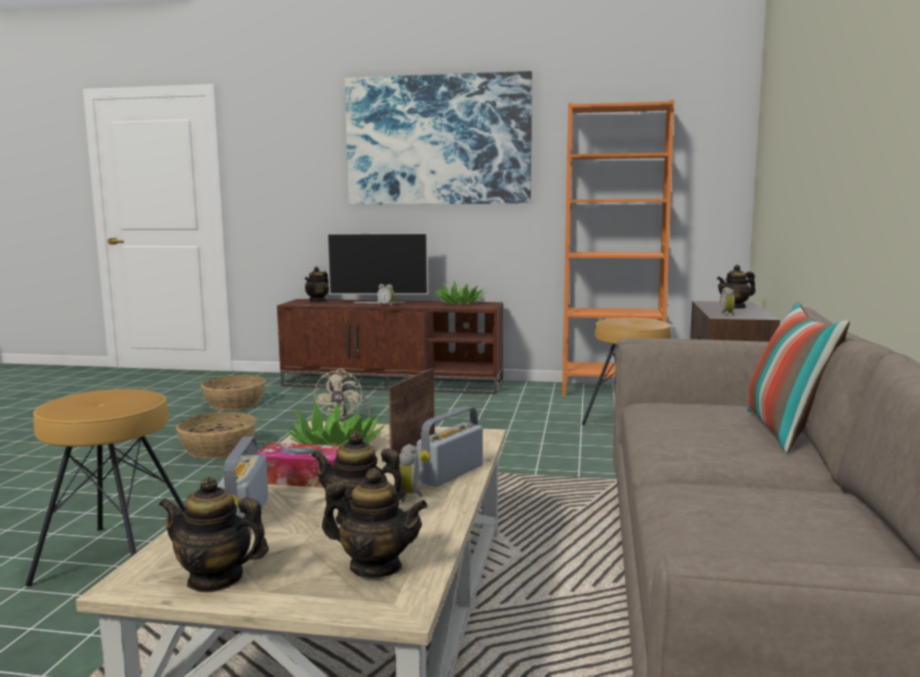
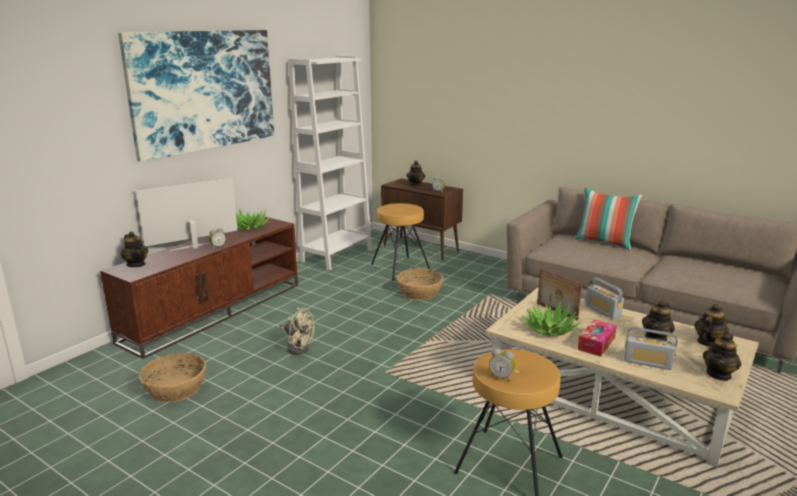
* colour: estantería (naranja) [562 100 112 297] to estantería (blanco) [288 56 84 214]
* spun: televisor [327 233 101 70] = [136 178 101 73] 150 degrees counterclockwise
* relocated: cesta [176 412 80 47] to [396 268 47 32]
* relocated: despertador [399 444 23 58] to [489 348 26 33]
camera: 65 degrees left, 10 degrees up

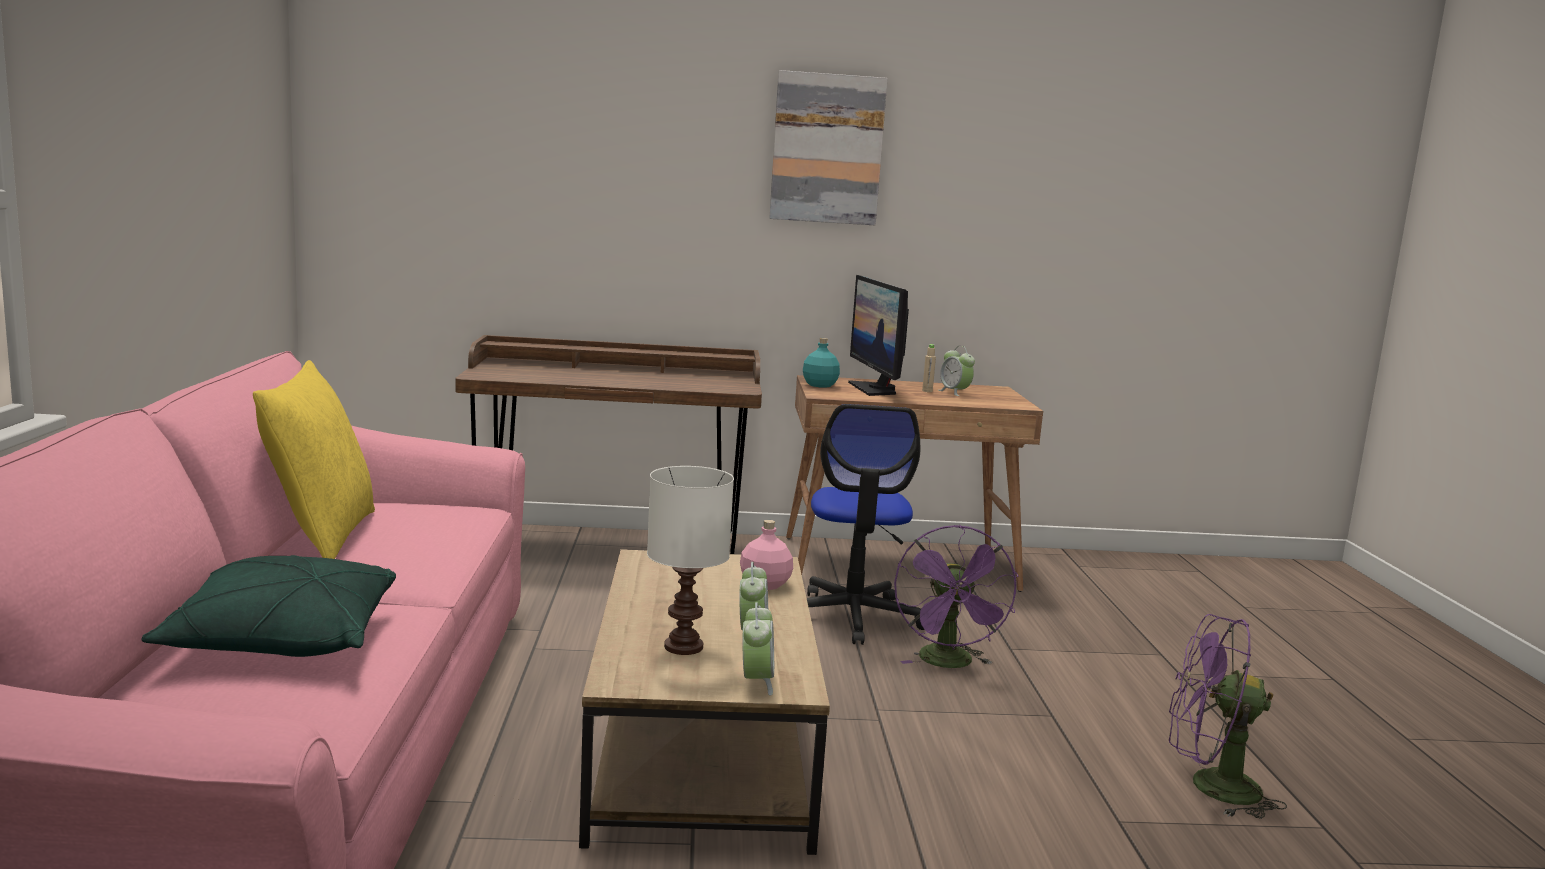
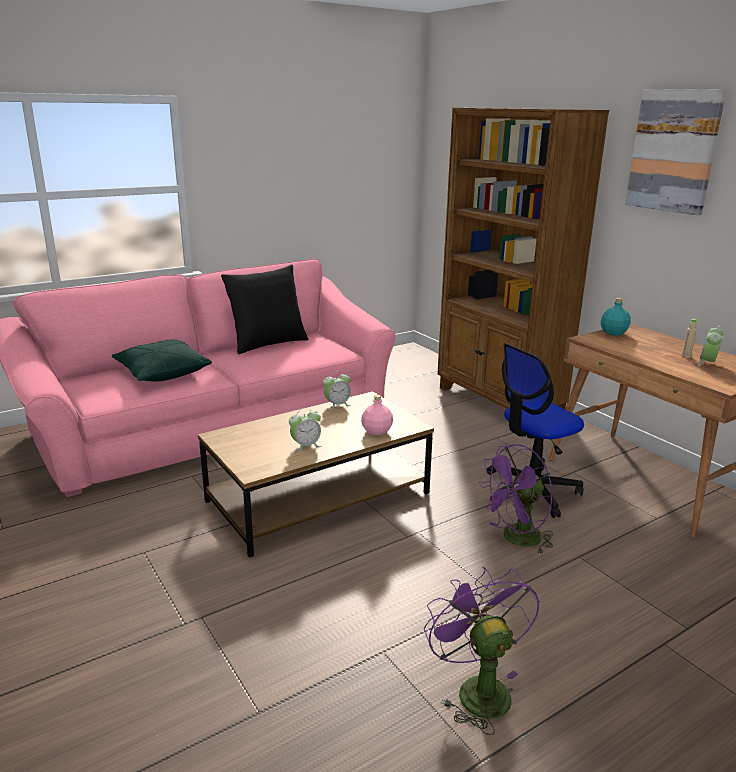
* missing: monitor [848 275 61 121]
* exchanged: escritorio (marrón) [455 335 307 219] to estantería (marrón) [437 108 172 301]
* colour: cojín (amarillo) [253 360 122 199] to cojín (negro) [221 265 88 89]
* missing: lámpara de mesa (blanco) [647 466 87 189]
* relocated: despertador [743 602 31 94] to [323 371 28 39]
camera: 60 degrees right, 10 degrees up

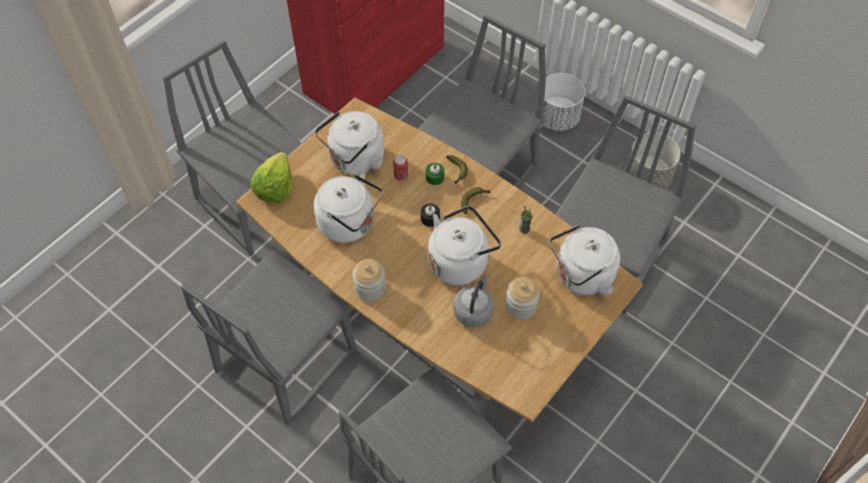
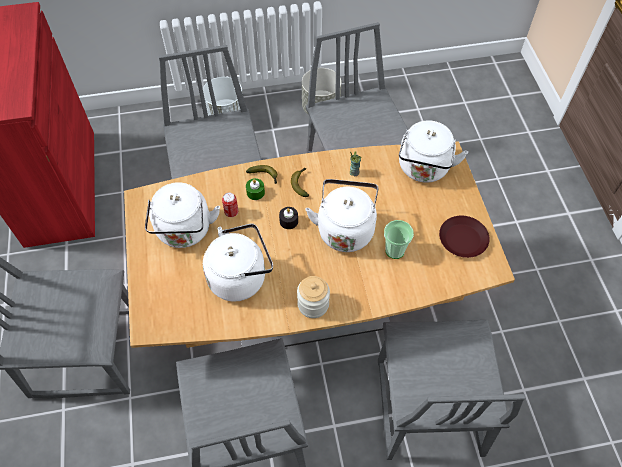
* missing: lechuga [250 152 42 51]
* exchanged: hervidor (gris) [453 275 41 52] to taza [384 220 30 39]
* missing: tarro [505 277 35 43]
* appeared: plato (marrón) [439 216 51 42]
camera: 50 degrees left, 0 degrees up

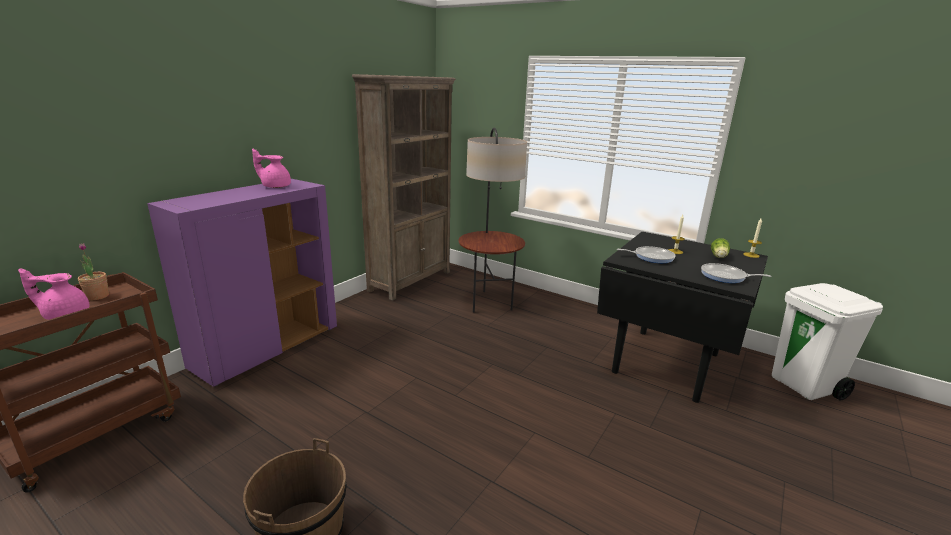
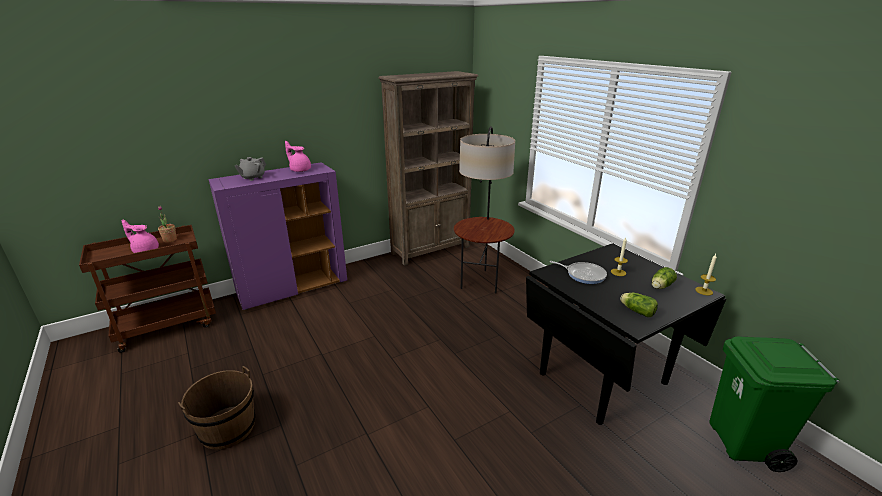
* exchanged: sartén [701 263 70 20] to lechuga [620 293 38 24]
* colour: papelera (blanco) [772 283 111 117] to papelera (verde) [709 336 131 136]
* appeared: tetera (gris) [235 157 31 24]
camera: 25 degrees right, 5 degrees up

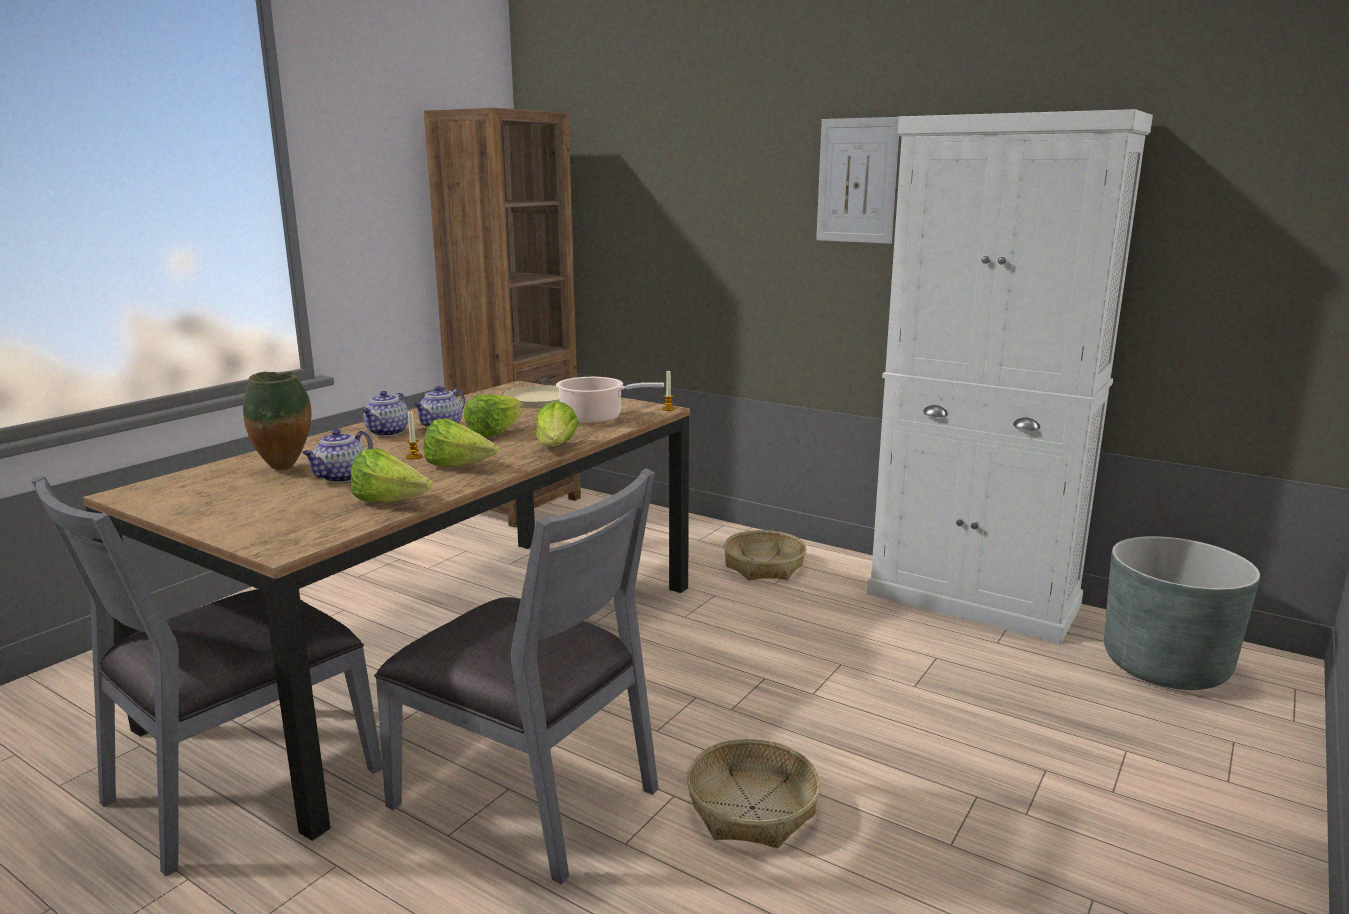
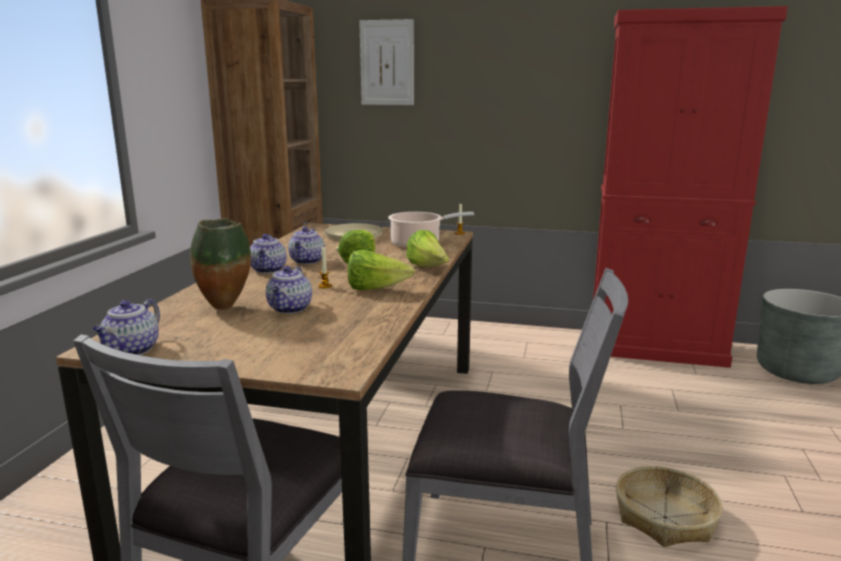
* colour: armario (blanco) [867 109 286 535] to armario (rojo) [593 6 195 362]
* relocated: cuadro [816 117 83 127] to [359 19 55 86]
* missing: lechuga [350 448 83 54]
* missing: cesta [724 530 82 50]
* appeared: tetera [92 299 68 56]
camera: 20 degrees left, 0 degrees up

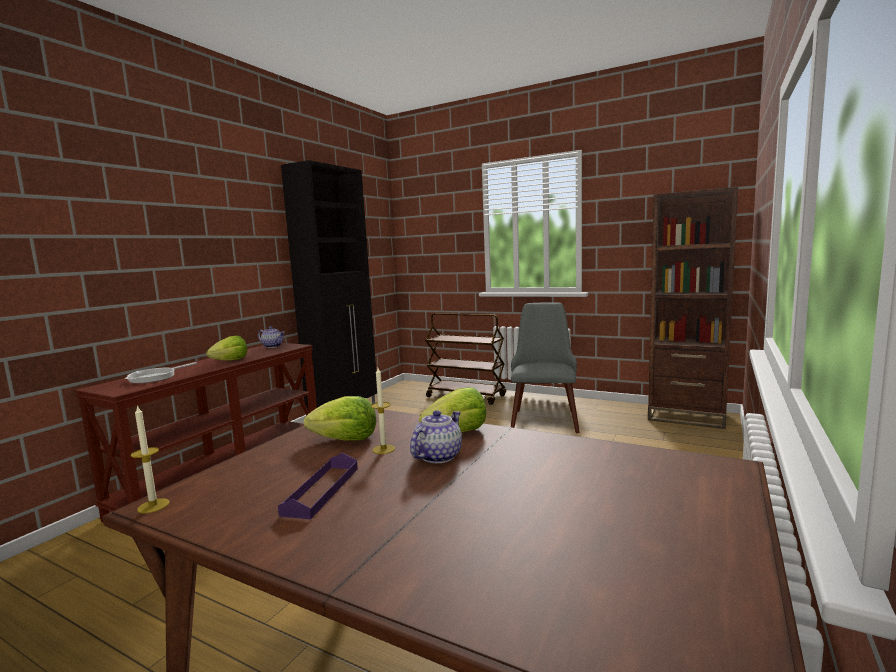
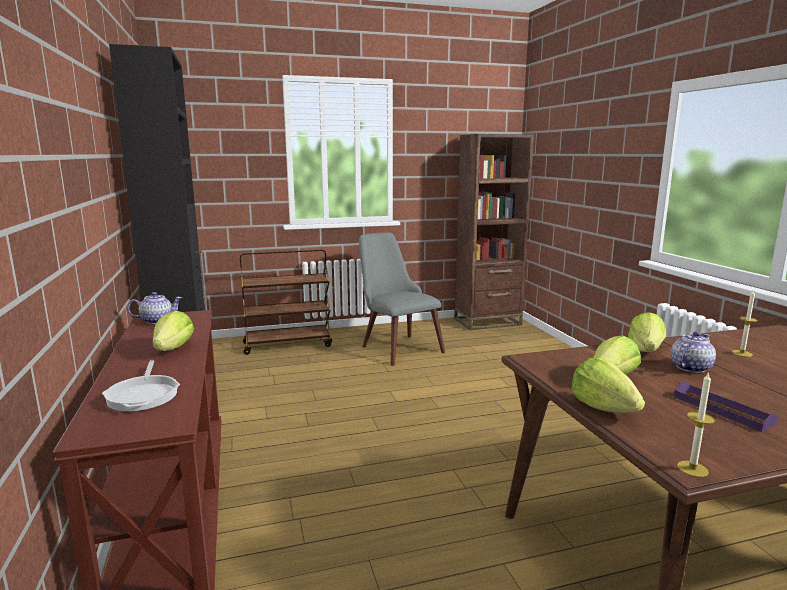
* relocated: vela [371 368 24 86] to [732 289 25 68]
* spun: tetera [410 410 52 53] = [671 331 45 42] 60 degrees clockwise
* appeared: lechuga [572 358 73 55]
camera: 45 degrees left, 5 degrees up

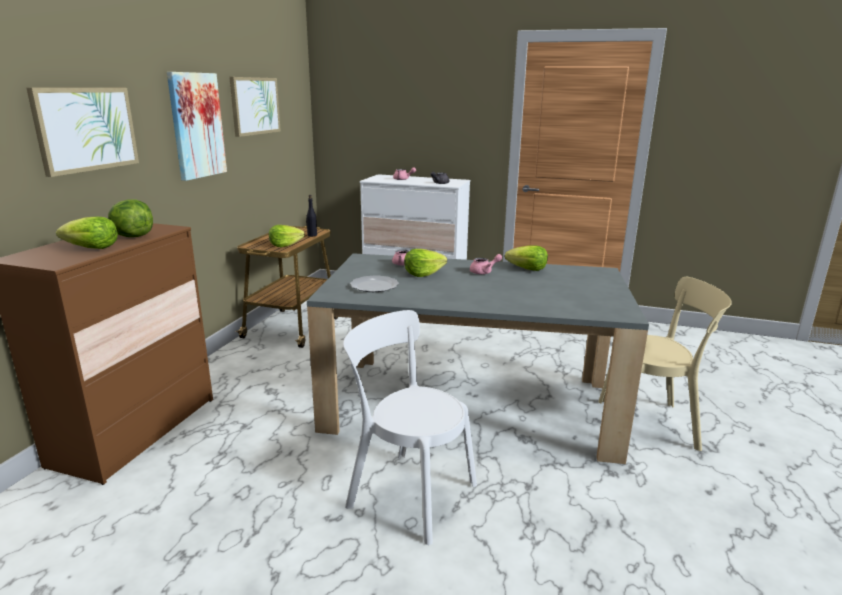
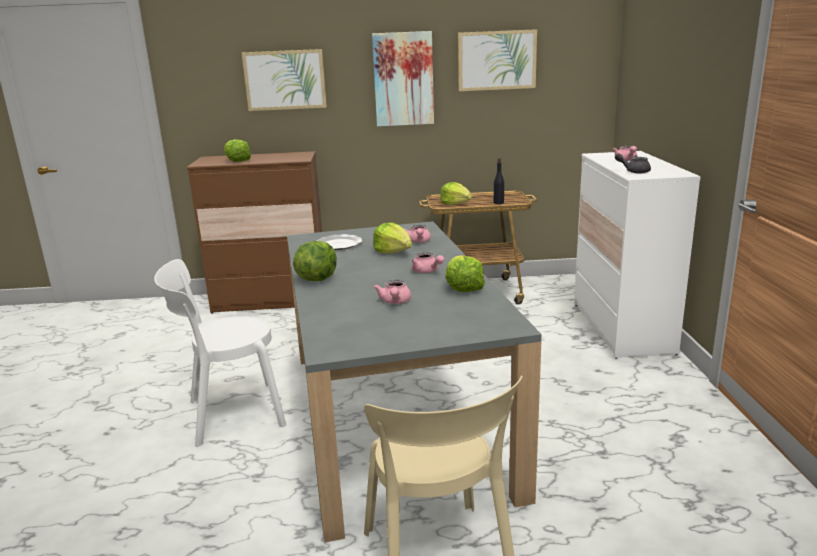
* relocated: lechuga [108 199 45 38] to [293 241 44 40]
* spun: silla (blanco) [343 310 134 235] = [154 259 132 188] 120 degrees counterclockwise
* appeared: tetera (rosa) [374 280 37 24]
camera: 70 degrees right, 0 degrees up

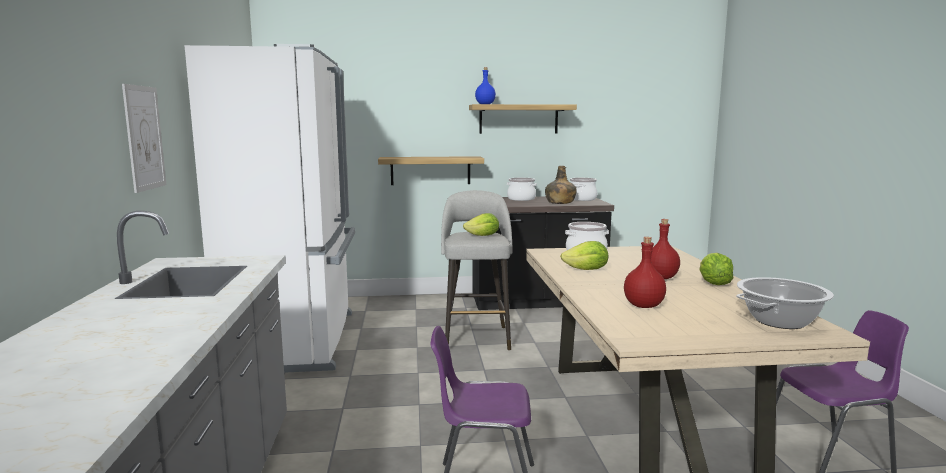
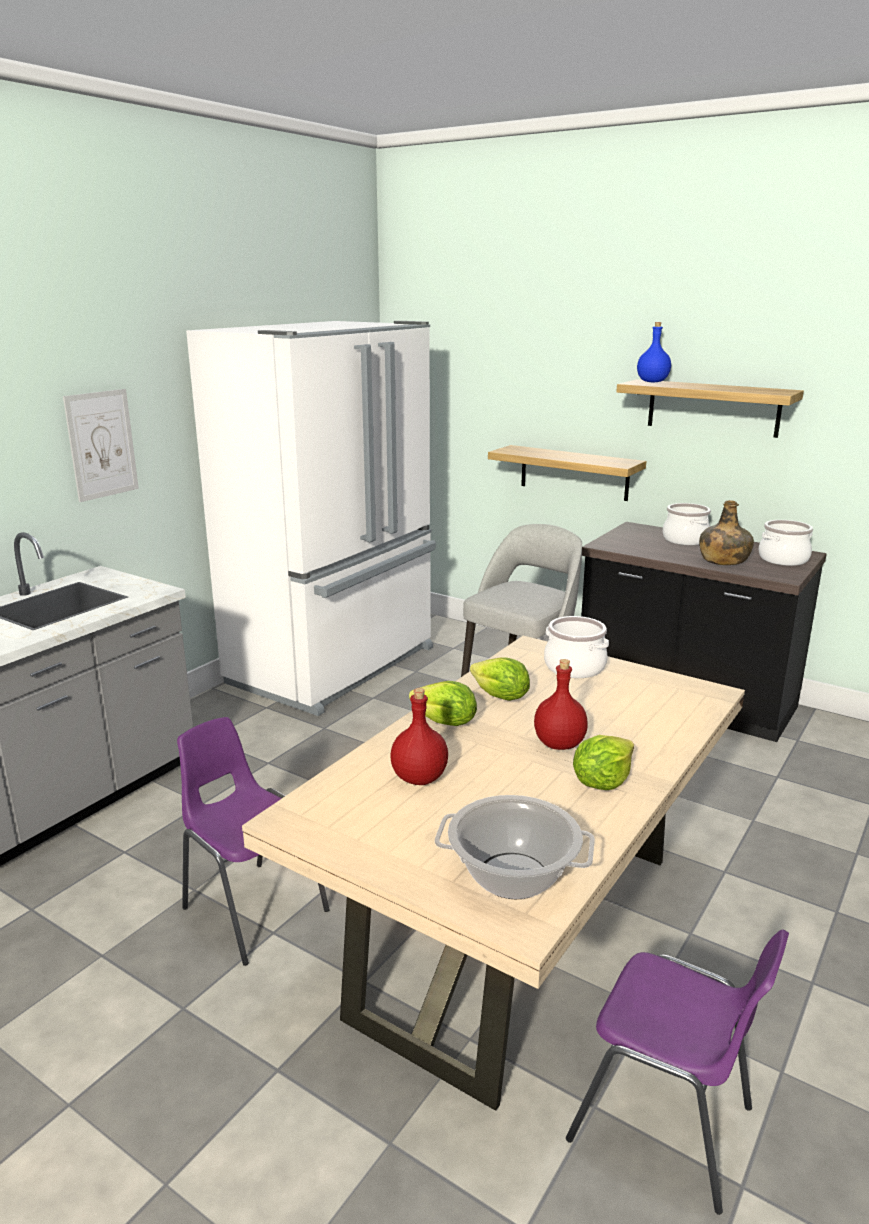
* relocated: lechuga [463 213 36 23] to [409 681 68 45]
camera: 40 degrees right, 10 degrees up

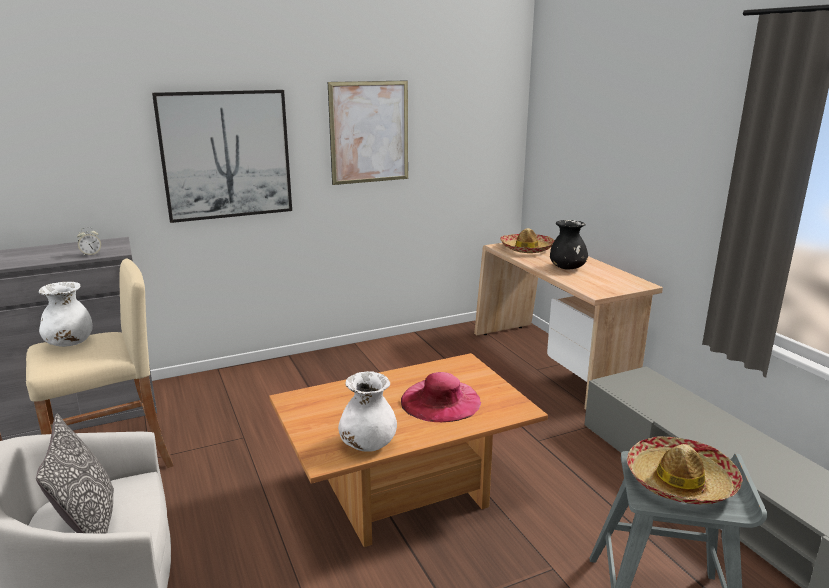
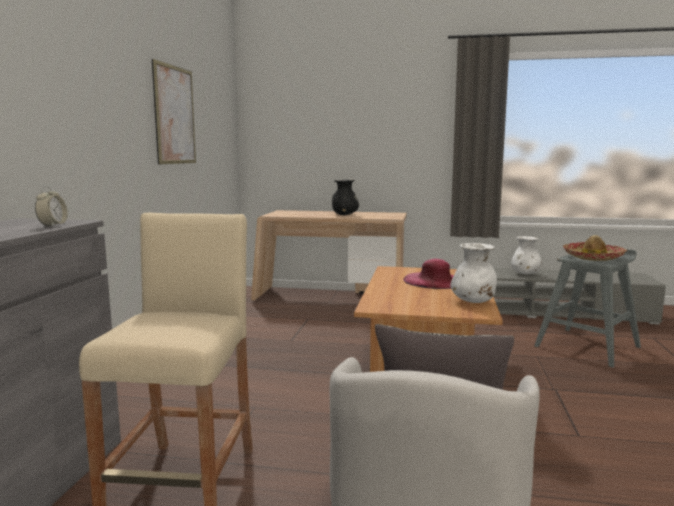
* missing: cuadro [152 90 140 133]
* missing: sombrero [500 228 55 25]
* relocated: florero (blanco) [39 282 54 65] to [511 236 31 38]
camera: 55 degrees left, 10 degrees down

